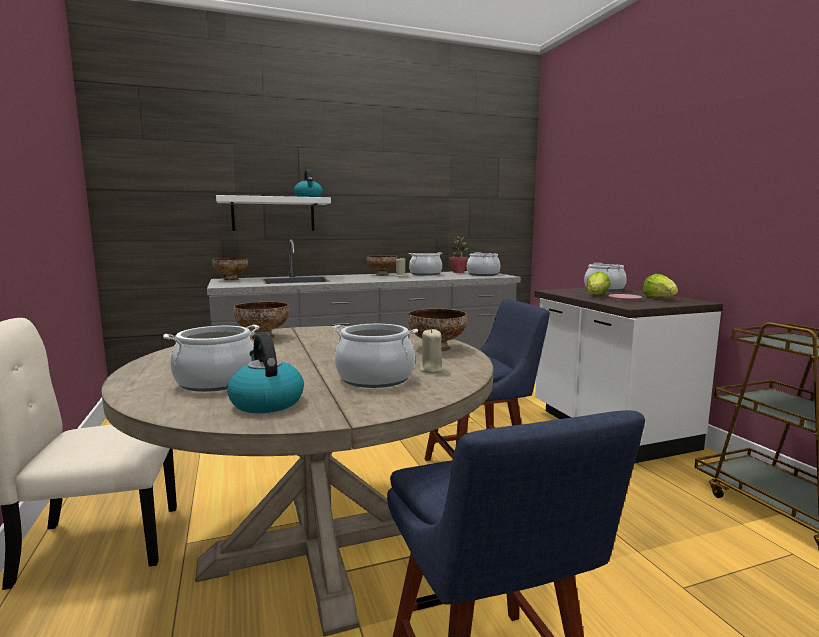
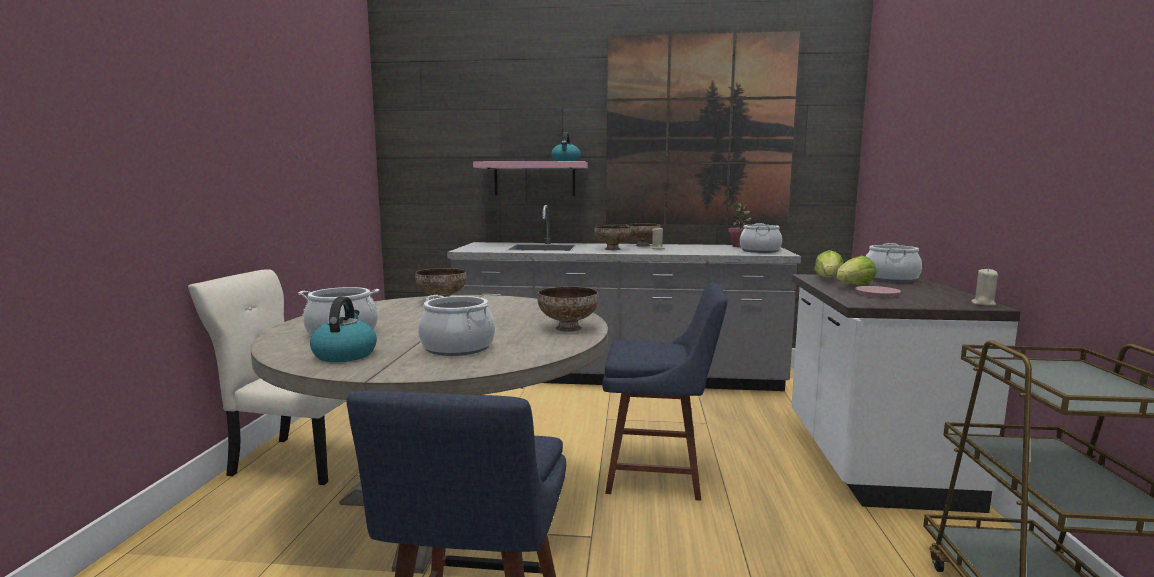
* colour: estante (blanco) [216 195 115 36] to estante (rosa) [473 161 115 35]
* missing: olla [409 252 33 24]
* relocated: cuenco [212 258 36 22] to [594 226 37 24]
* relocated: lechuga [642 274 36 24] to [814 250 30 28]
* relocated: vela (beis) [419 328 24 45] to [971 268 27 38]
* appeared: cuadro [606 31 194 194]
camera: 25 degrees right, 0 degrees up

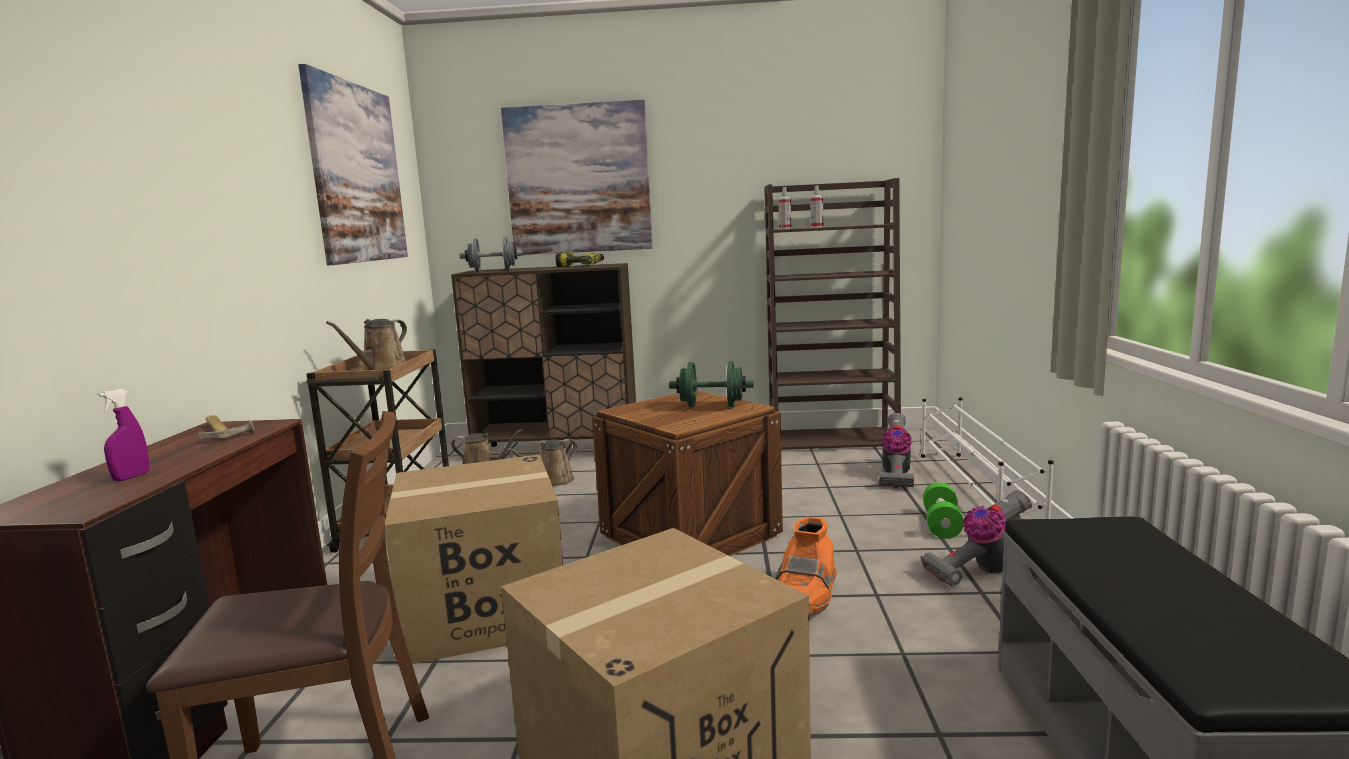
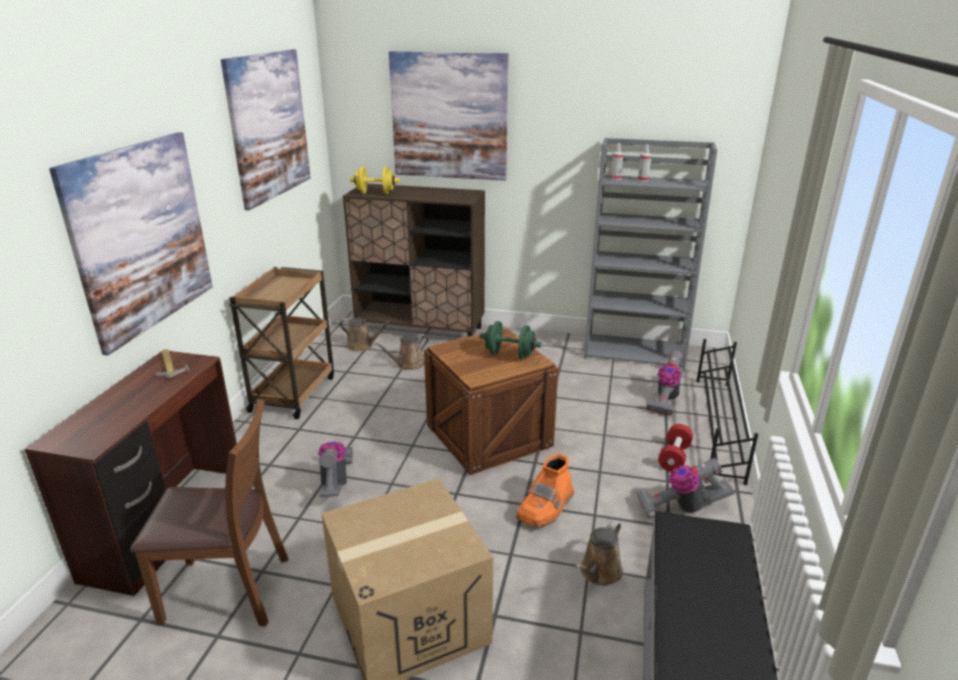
* colour: estantería (marrón) [765 178 136 272] to estantería (gris) [584 138 133 232]
* colour: mancuerna (gris) [460 237 63 35] to mancuerna (amarillo) [350 166 49 28]
* missing: taladro [556 252 48 15]
* relocated: regadera (marrón) [326 319 81 51] to [575 520 48 66]
* missing: pulverizador (morado) [97 388 52 93]
* colour: zapatero (blanco) [921 398 133 121] to zapatero (negro) [696 339 62 146]
* exchanged: caja de cartón [385 454 178 210] to aspiradora [318 442 35 55]
* colour: mancuerna (verde) [923 482 41 57] to mancuerna (rojo) [658 424 35 48]
* appeared: cuadro [49 132 164 223]
camera: 10 degrees right, 15 degrees up

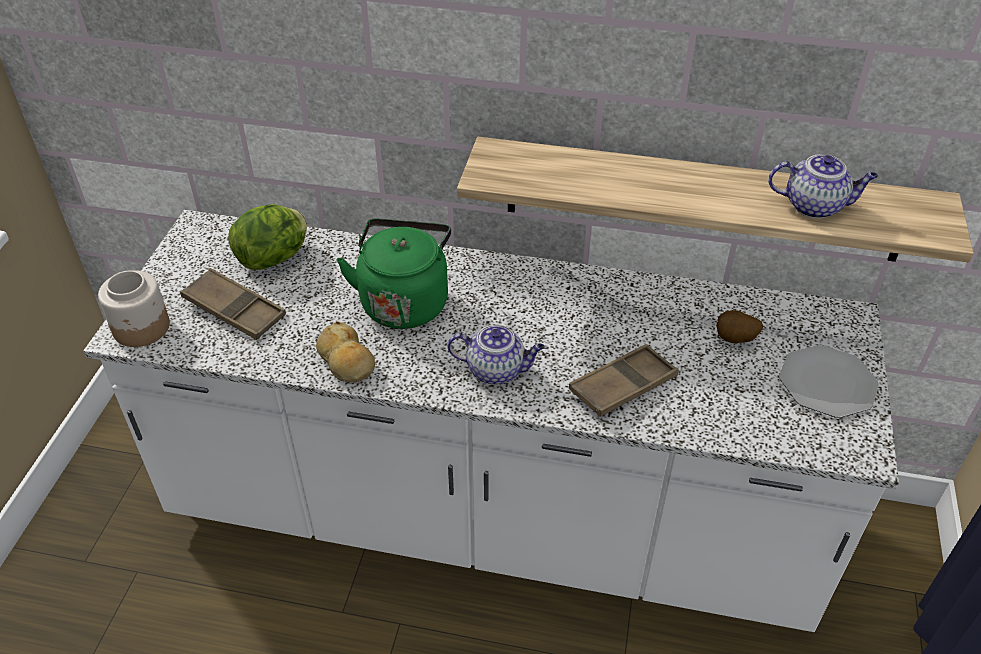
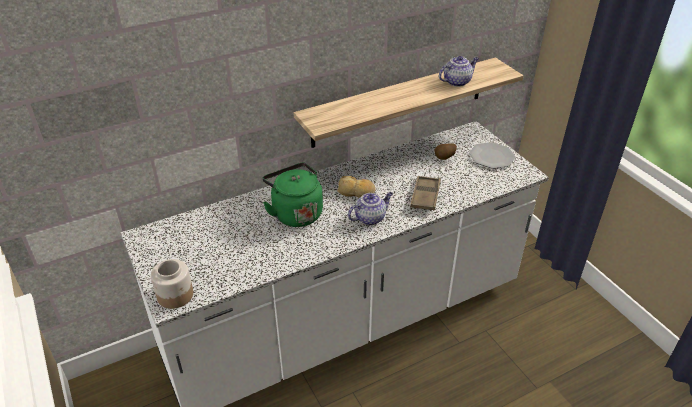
* missing: lechuga [228 204 79 66]
* missing: bandeja (marrón) [180 268 106 72]
* relocated: pan [316 321 59 61] to [337 176 39 22]
camera: 40 degrees left, 5 degrees down

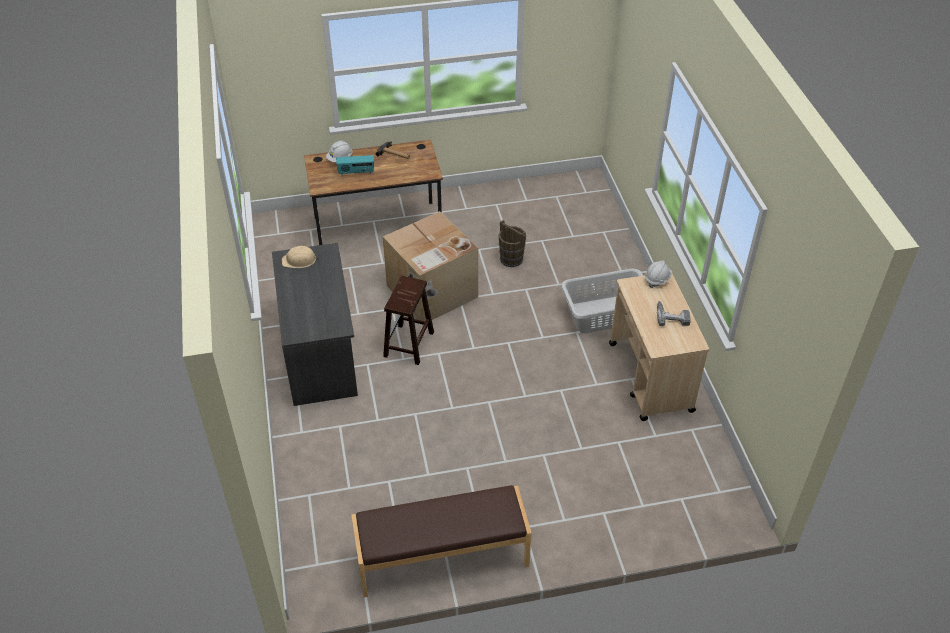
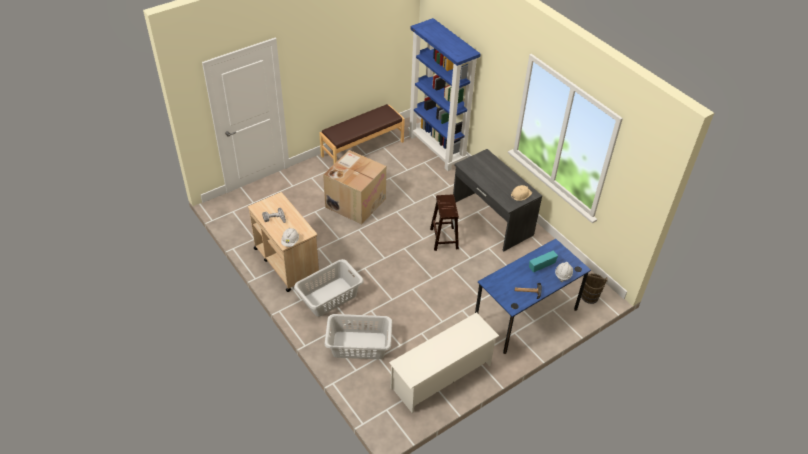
* colour: escritorio (marrón) [304 140 139 105] to escritorio (azul) [475 239 116 115]
* relocated: caja de cartón [383 211 95 114] to [323 150 63 74]
* relocated: cubo (marrón) [499 220 27 47] to [581 273 27 31]
* appeared: estantería (azul) [408 18 73 153]
* appeared: zapatero (blanco) [389 312 110 101]
* appeared: cesto de la ropa (gris) [325 314 67 45]
camera: 155 degrees right, 0 degrees up

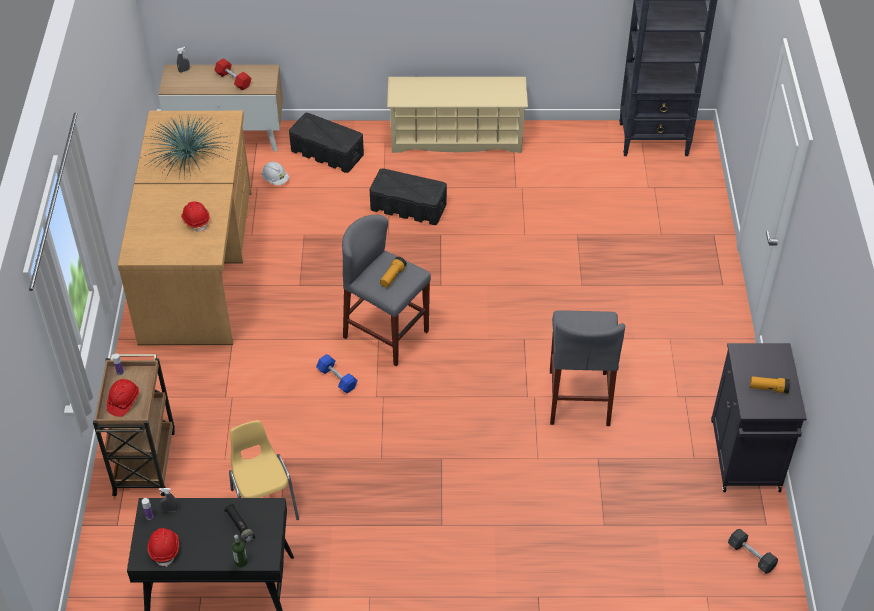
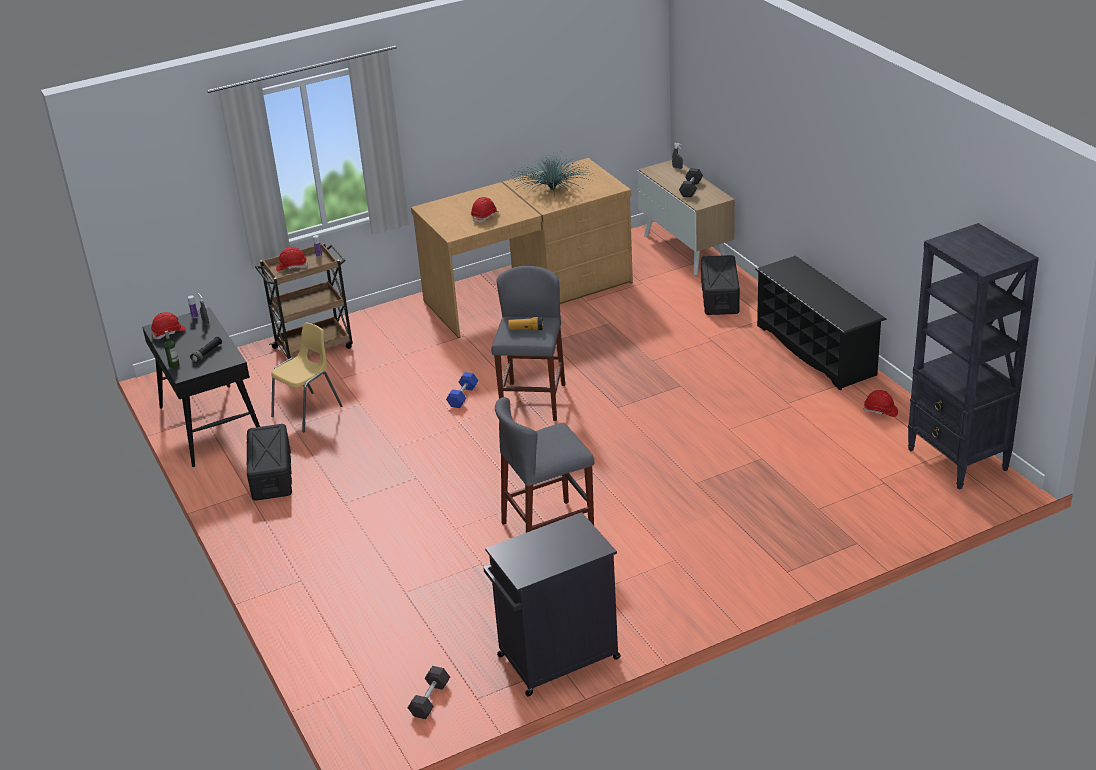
* colour: mancuerna (rojo) [214 58 38 33] to mancuerna (gris) [679 168 24 30]
* colour: zapatero (beis) [387 77 141 76] to zapatero (negro) [755 256 132 134]
* missing: casco (blanco) [262 161 27 24]
* relocated: caja de almacenaje (negro) [370 168 77 57] to [246 424 46 77]
* missing: linterna [750 376 40 17]
* appeared: casco (rojo) [863 390 35 27]
camera: 65 degrees right, 15 degrees down

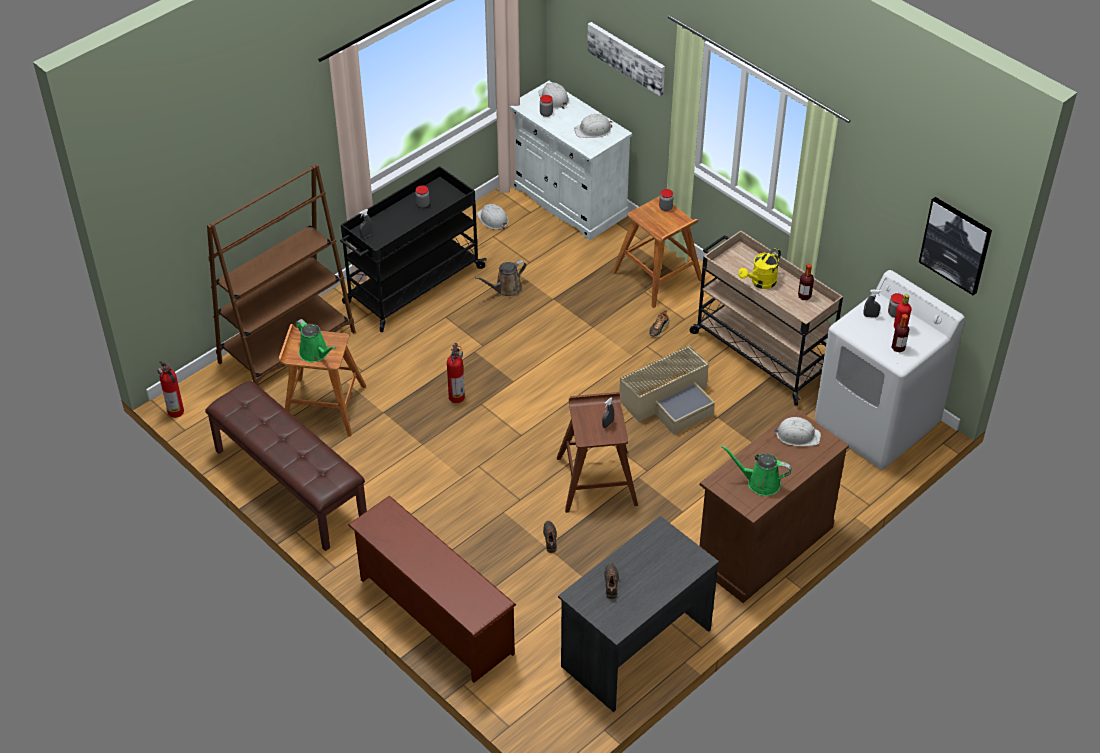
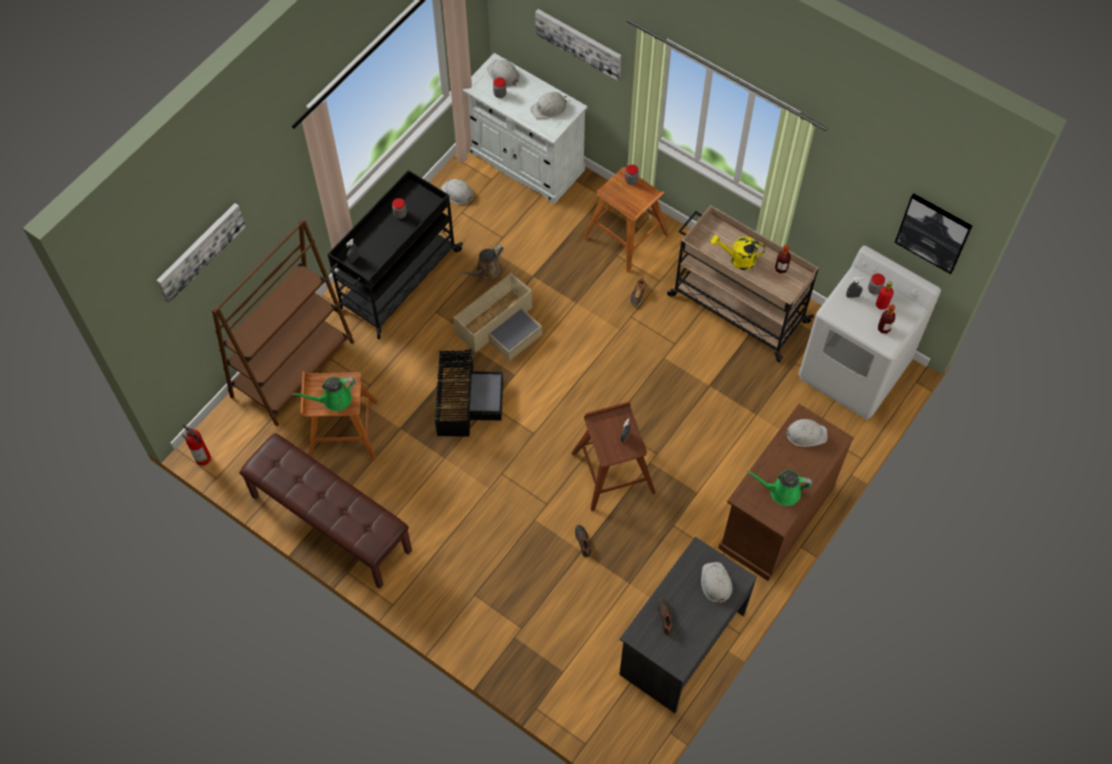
* spun: regadera (amarillo) [738 248 43 41] = [711 235 54 35] 60 degrees clockwise
* spun: regadera (verde) [296 319 40 43] = [292 377 64 34] 120 degrees clockwise
* exchanged: extintor [447 343 18 60] to caja de almacenaje (negro) [434 350 69 87]
* relocated: caja de almacenaje (beis) [619 345 96 89] to [453 272 89 89]
* missing: zapatero (marrón) [348 496 168 187]
* appeared: cuadro [156 203 90 100]
* appeared: casco (blanco) [701 562 32 42]
camera: 10 degrees left, 15 degrees up

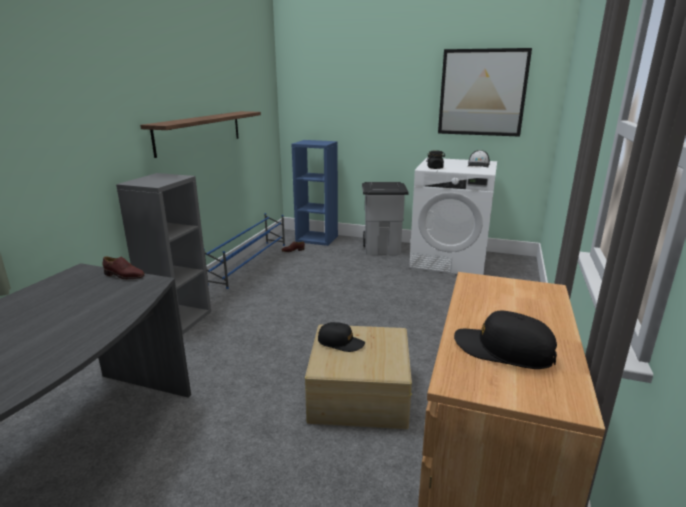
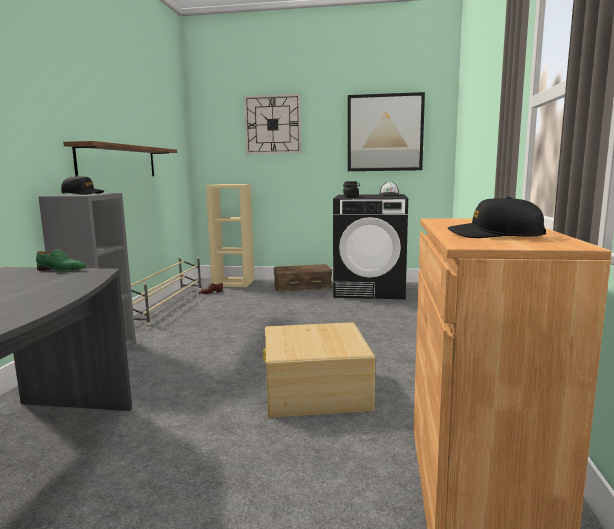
* colour: estantería (azul) [292 140 46 106] to estantería (beis) [206 184 48 103]
* colour: lavadora (blanco) [409 158 88 117] to lavadora (negro) [333 194 75 105]
* exchanged: papelera (gris) [362 182 47 73] to caja de almacenaje (marrón) [273 264 59 28]
* colour: zapatero (azul) [204 213 81 76] to zapatero (beis) [131 257 70 68]
* colour: zapato (marrón) [103 256 42 23] to zapato (verde) [36 249 50 22]
* relocated: gorra (negro) [318 322 47 30] to [61 175 43 20]
* appeared: reloj de pared [244 94 57 60]
camera: 10 degrees left, 10 degrees down

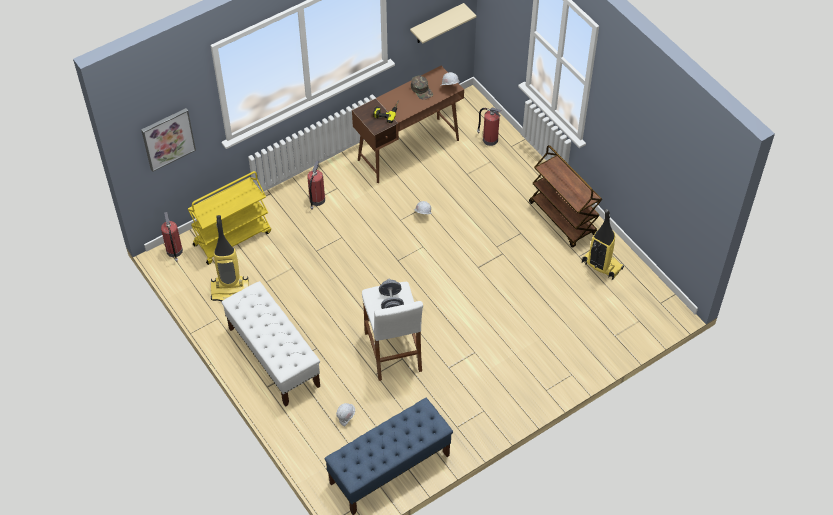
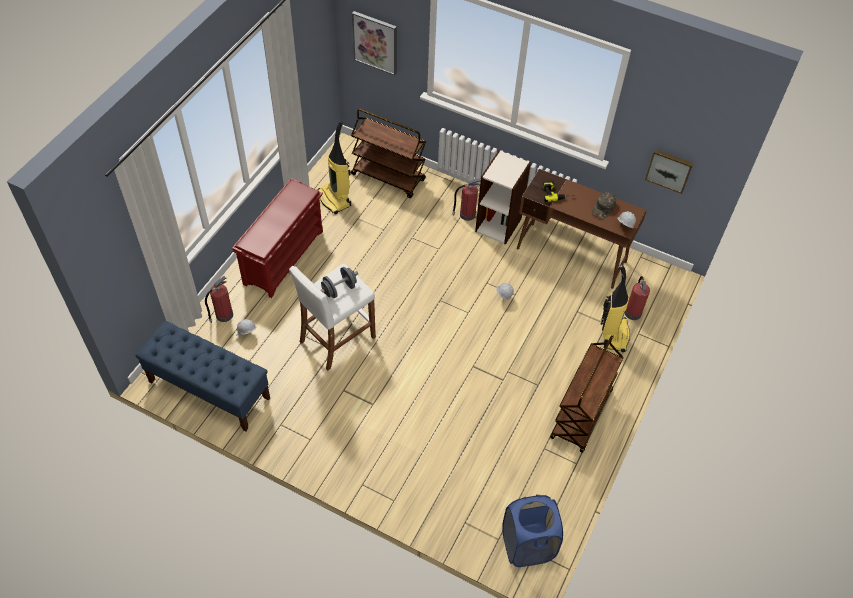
* exchanged: estante (beis) [410 3 67 41] to cuadro [645 149 48 45]
* colour: carrito (amarillo) [188 171 83 94] to carrito (marrón) [351 109 75 89]
* relocated: aspiradora [582 209 42 71] to [600 264 30 88]
* relocated: extintor [161 212 22 50] to [205 276 28 47]
* exchanged: banco (blanco) [221 281 99 126] to zapatero (rojo) [232 178 91 120]
* appeared: estantería [475 150 56 95]
* appeared: cesto de la ropa (azul) [503 495 60 72]
camera: 60 degrees right, 0 degrees up

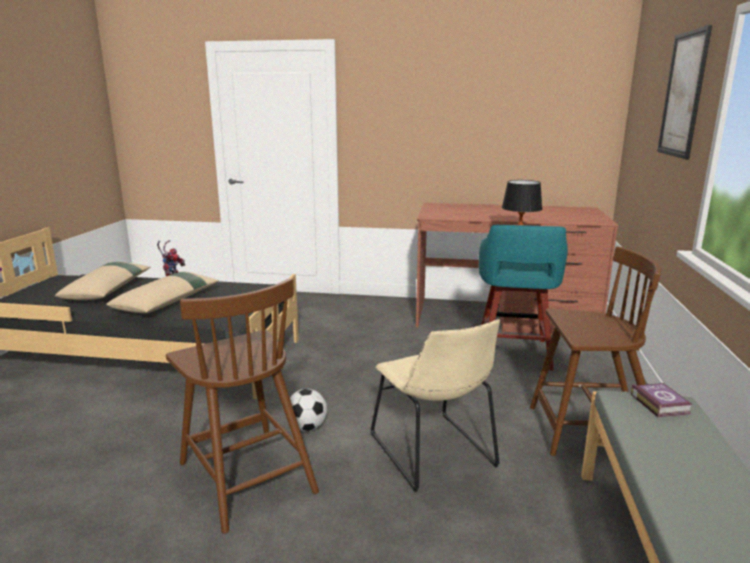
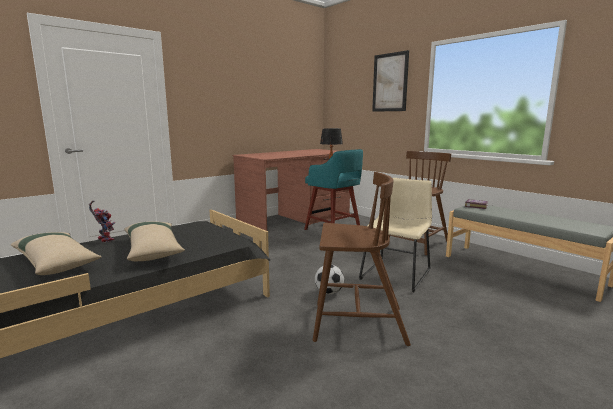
* spun: silla (beis) [370 319 130 173] = [359 178 73 114] 75 degrees counterclockwise
camera: 50 degrees left, 5 degrees down

